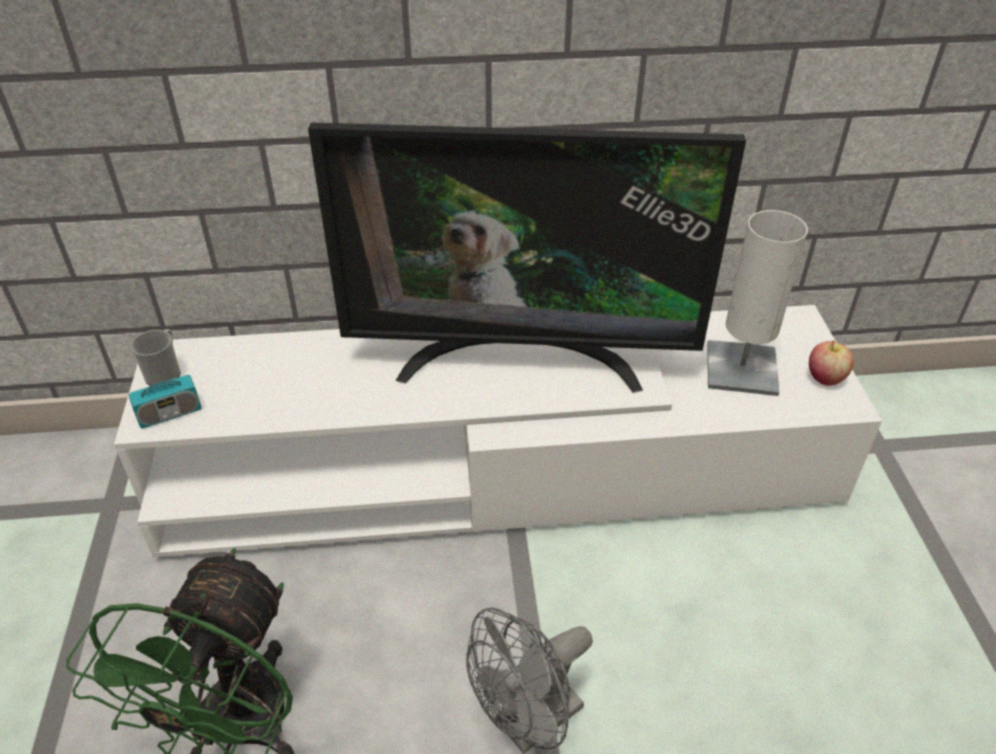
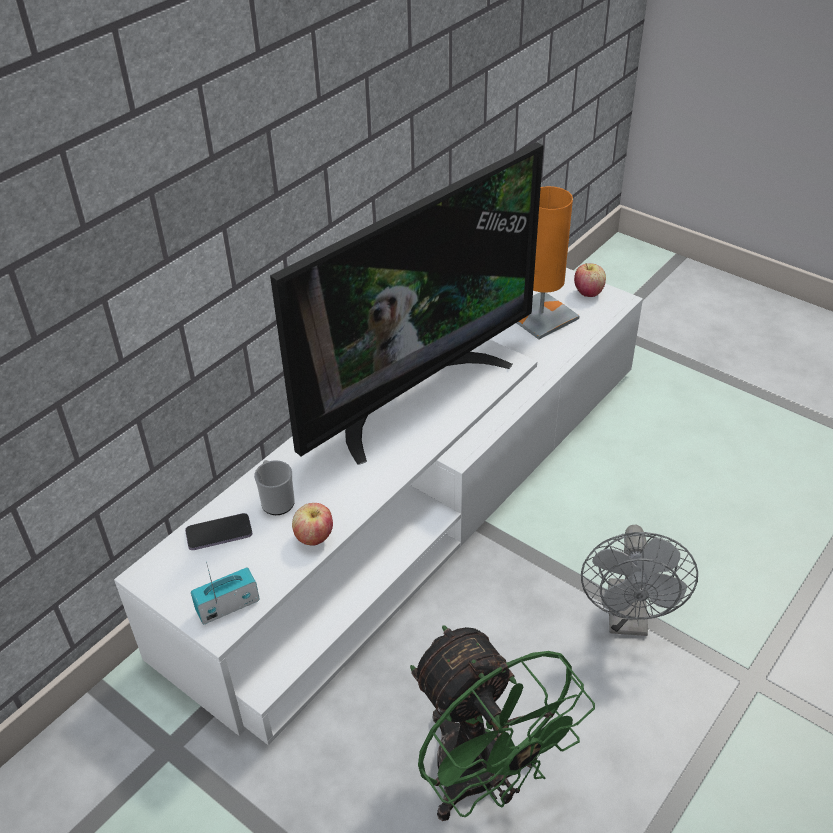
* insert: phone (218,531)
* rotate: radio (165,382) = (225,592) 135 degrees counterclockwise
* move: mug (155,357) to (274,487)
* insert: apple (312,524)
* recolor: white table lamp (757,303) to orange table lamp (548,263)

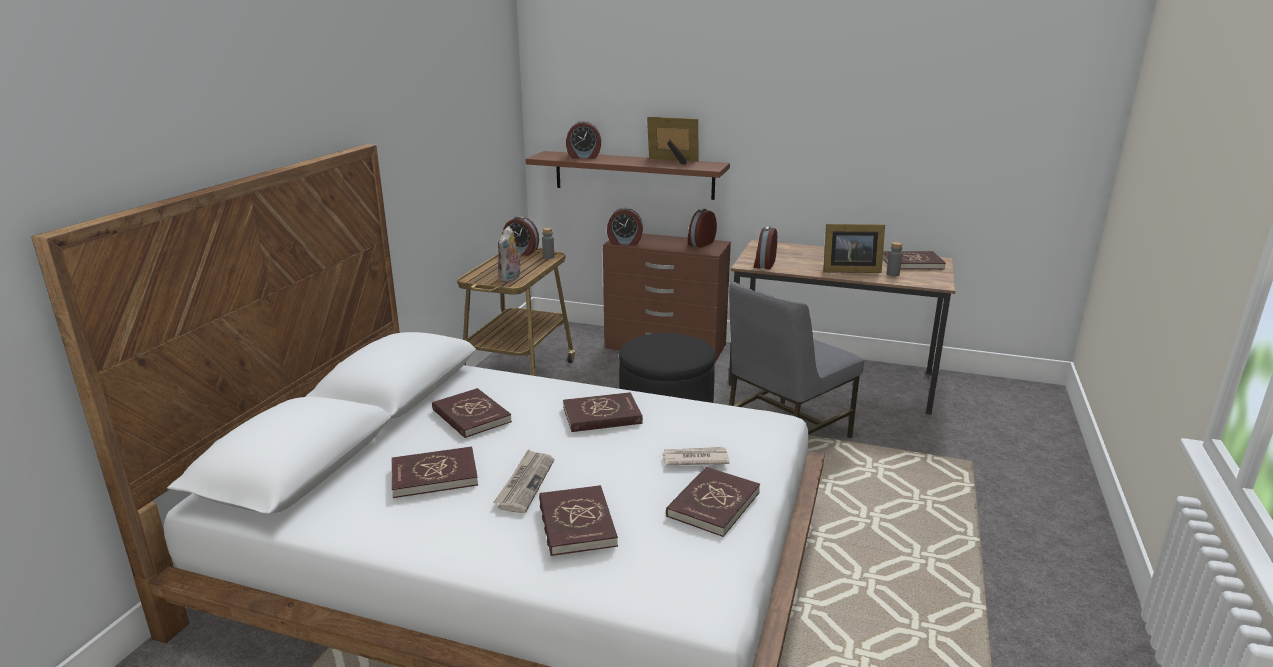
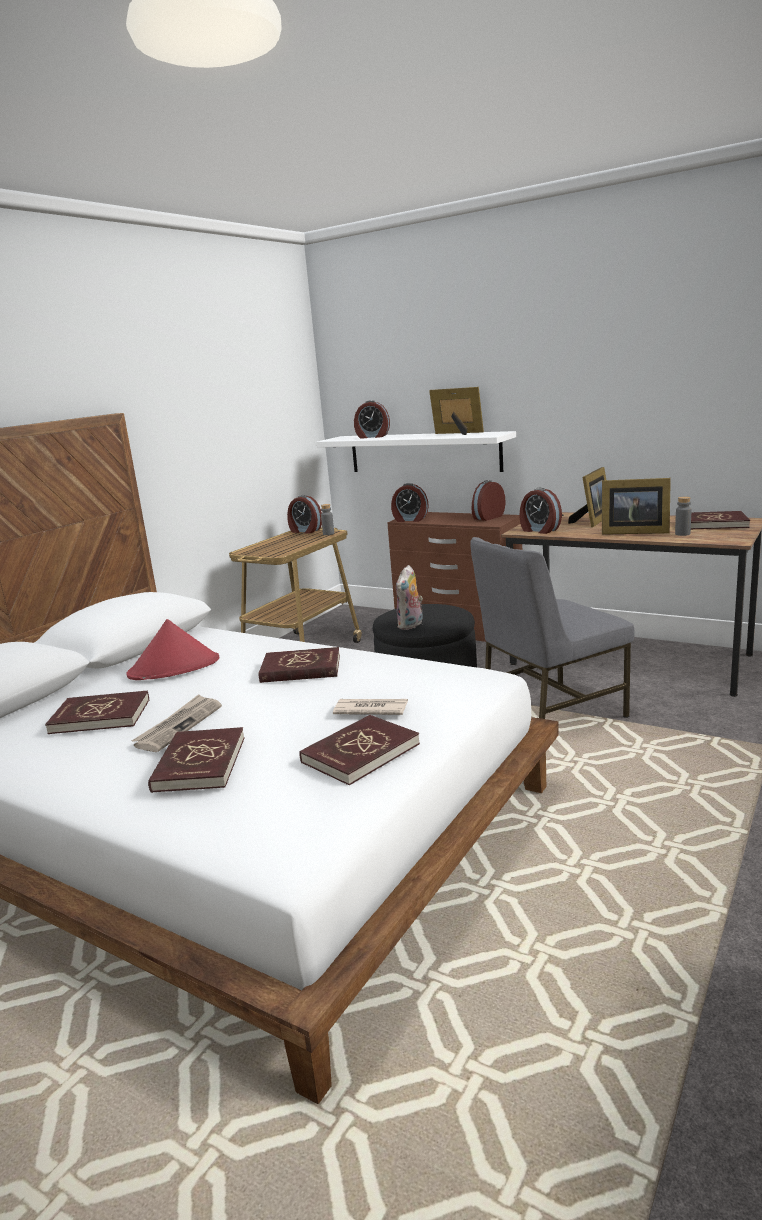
* replace: red book (472,413) to red hat (172,649)
* recolor: brown shelf (627,175) to white shelf (416,451)
* move: plush toy (509,254) to (409,597)
* rotate: alarm clock (765,247) = (540,511) 75 degrees counterclockwise
* insert: picture frame (587,497)

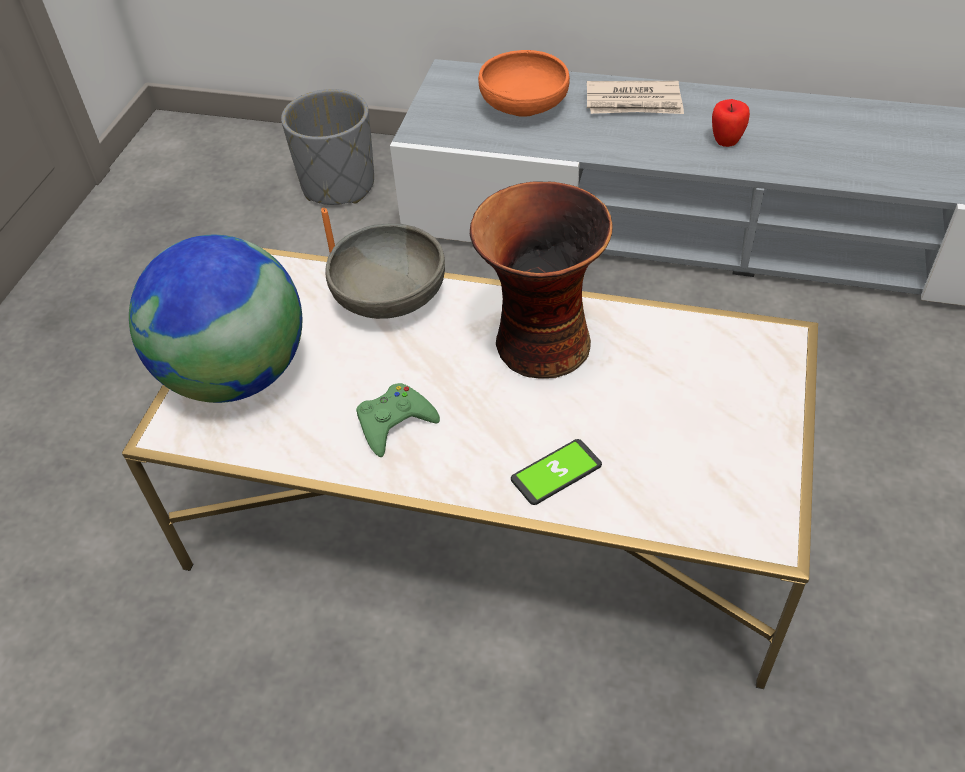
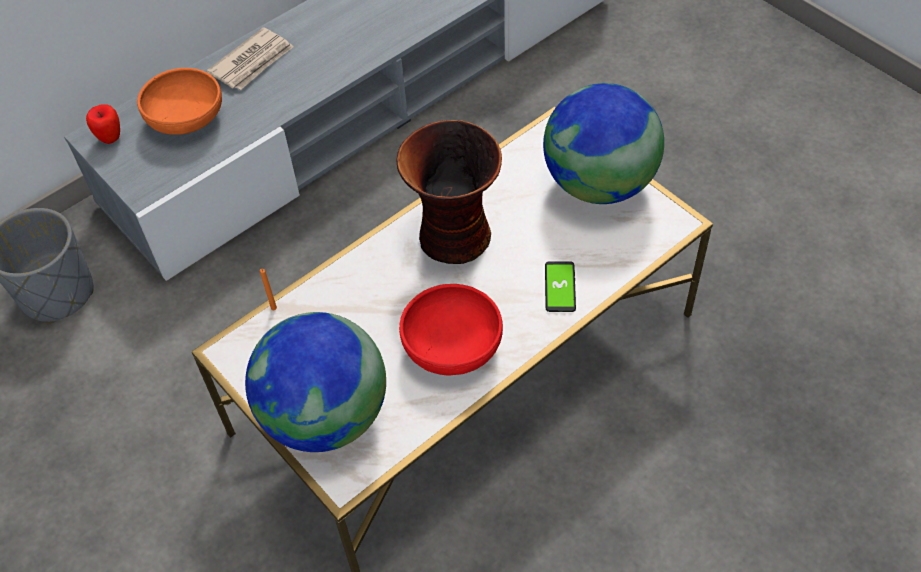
* move: apple (731,123) to (103,124)
* replace: green game controller (398,420) to red bowl (451,329)
* insert: globe (603,143)
* delete: grey bowl (385,271)

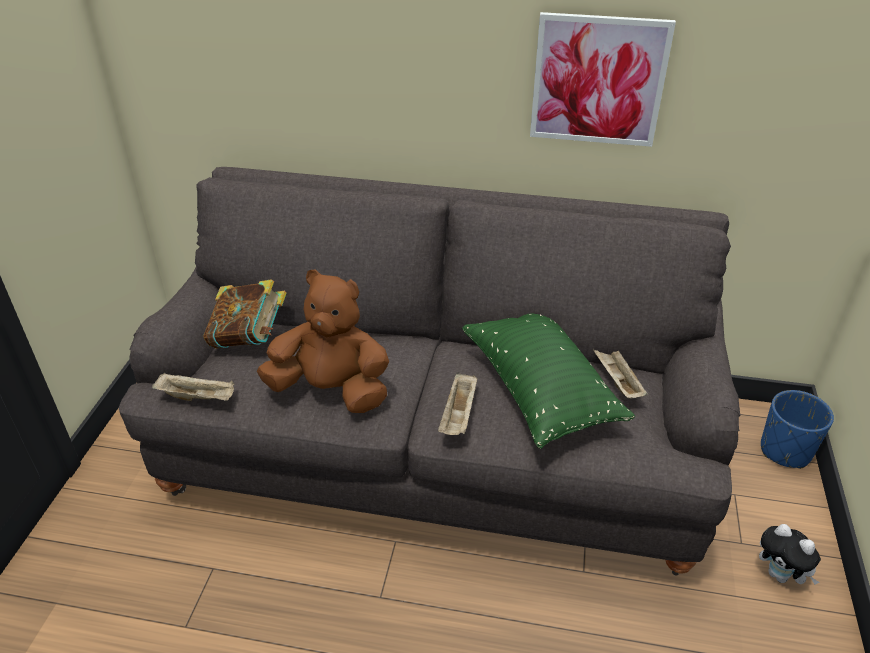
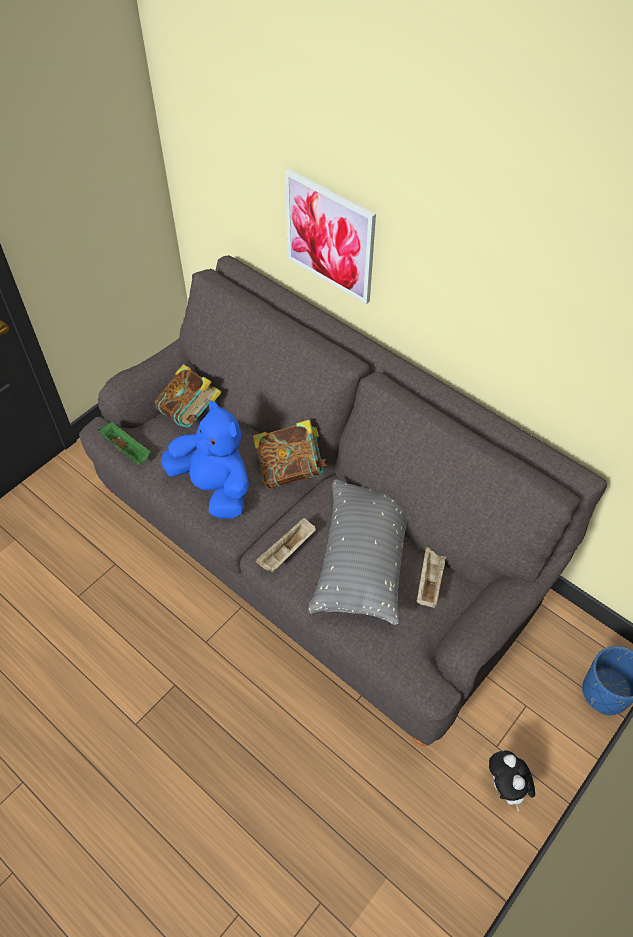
* recolor: beige tray (193,387) to green tray (124,443)
* recolor: brown plush toy (323,341) to blue plush toy (205,459)
* insert: book (290,454)
* move: picture (603,79) to (330,236)
* recolor: green pillow (548,381) to grey pillow (357,552)

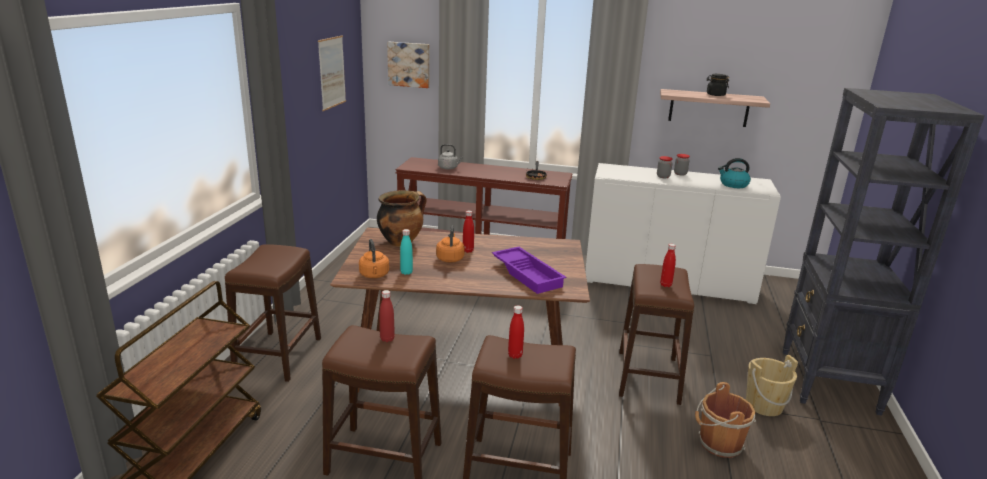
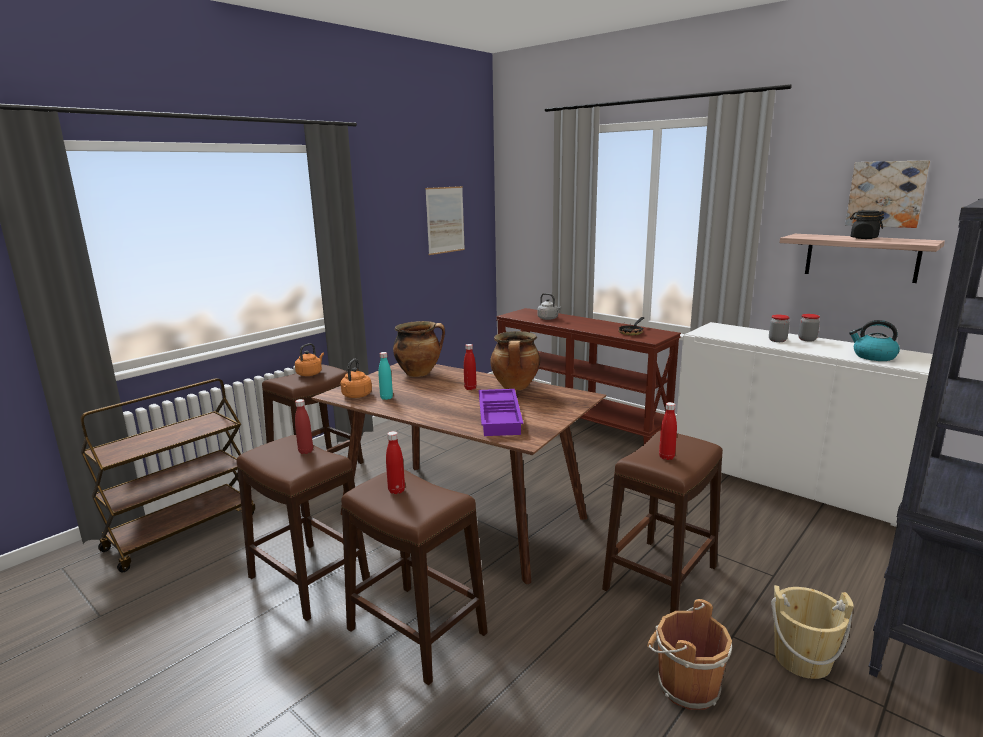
* move: orange kettle (450,243) to (309,359)
* insert: cooking pot (515,360)
* move: picture (408,65) to (887,194)

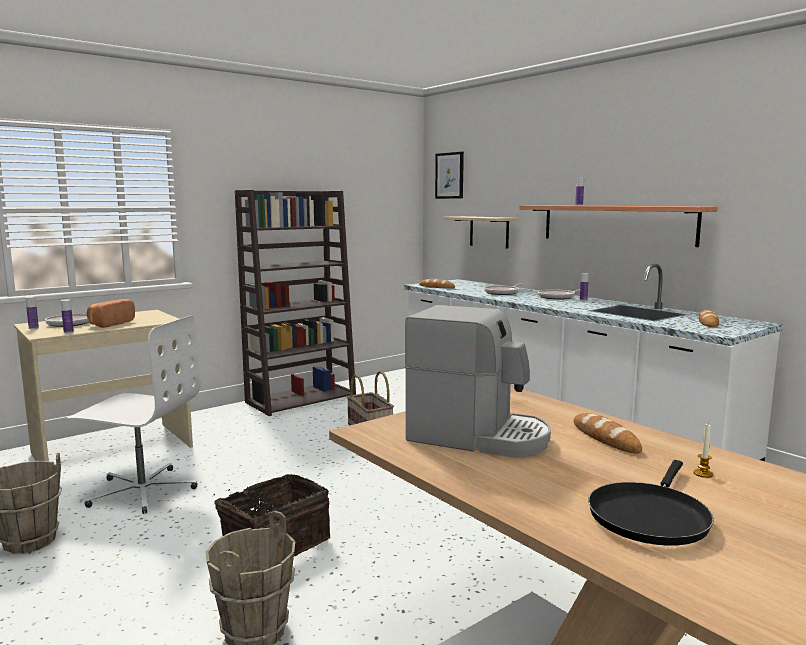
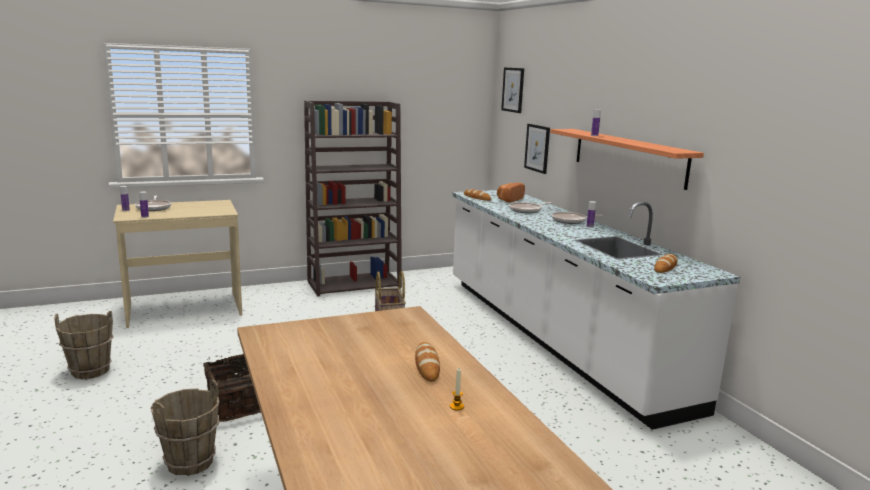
* move: bread (110,313) to (511,193)
* replace: beige shelf (480,232) to picture (537,149)
* delete: white office chair (134,414)
* delete: coffee machine (478,381)
* delete: black frying pan (651,503)

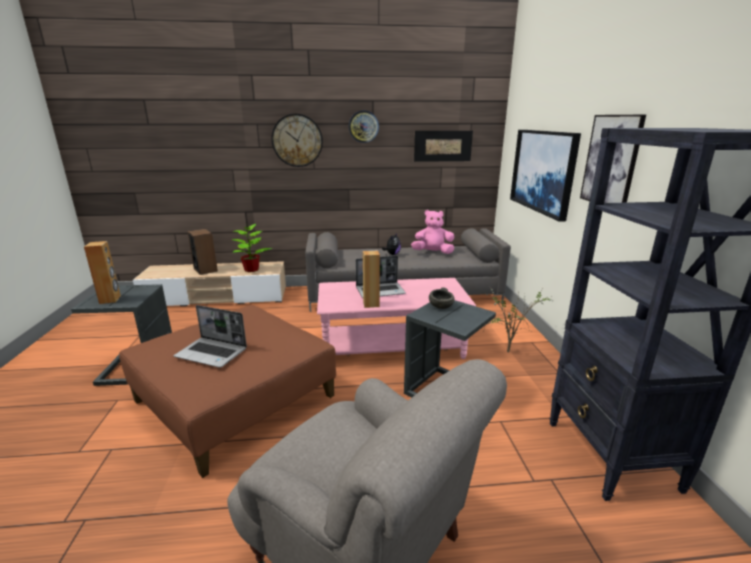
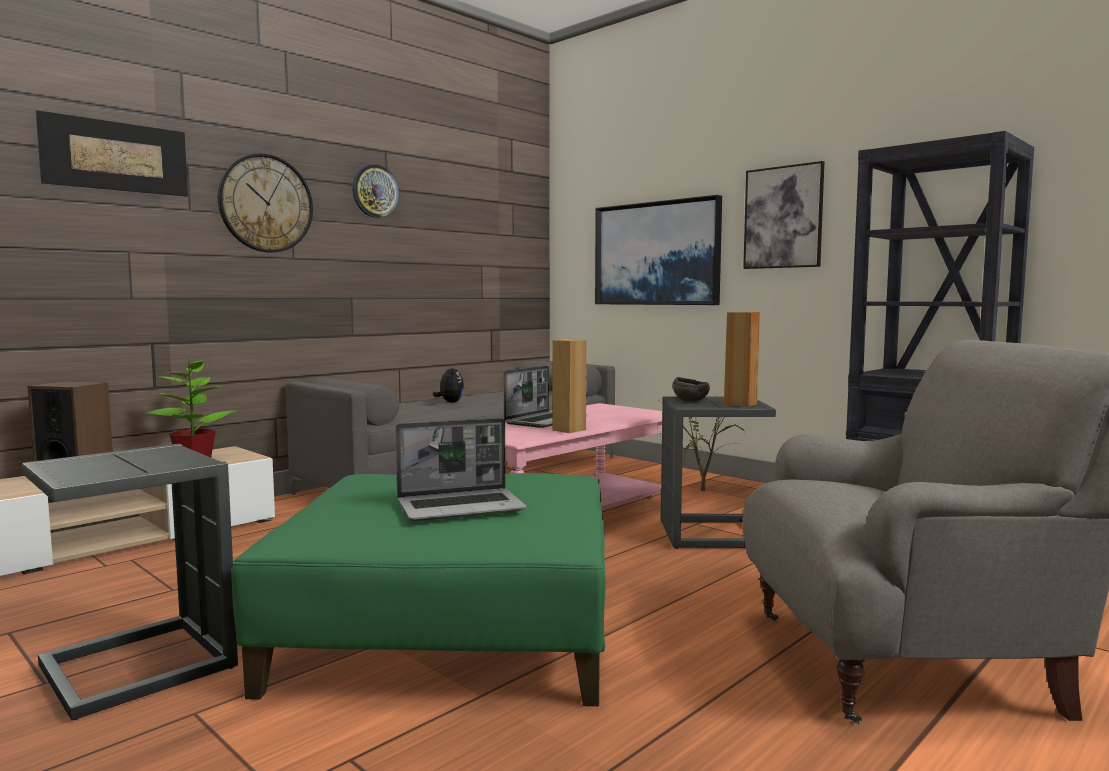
* move: picture (443,146) to (111,153)
* recolor: brown ottoman (227,391) to green ottoman (418,589)
* move: brown speaker (102,272) to (742,359)
* delete: pink plush toy (432,232)

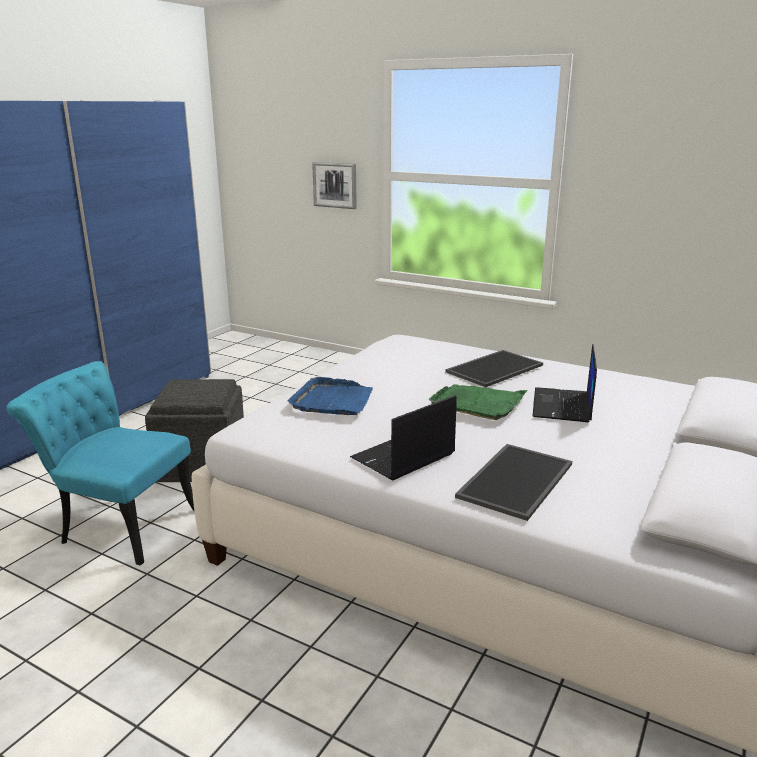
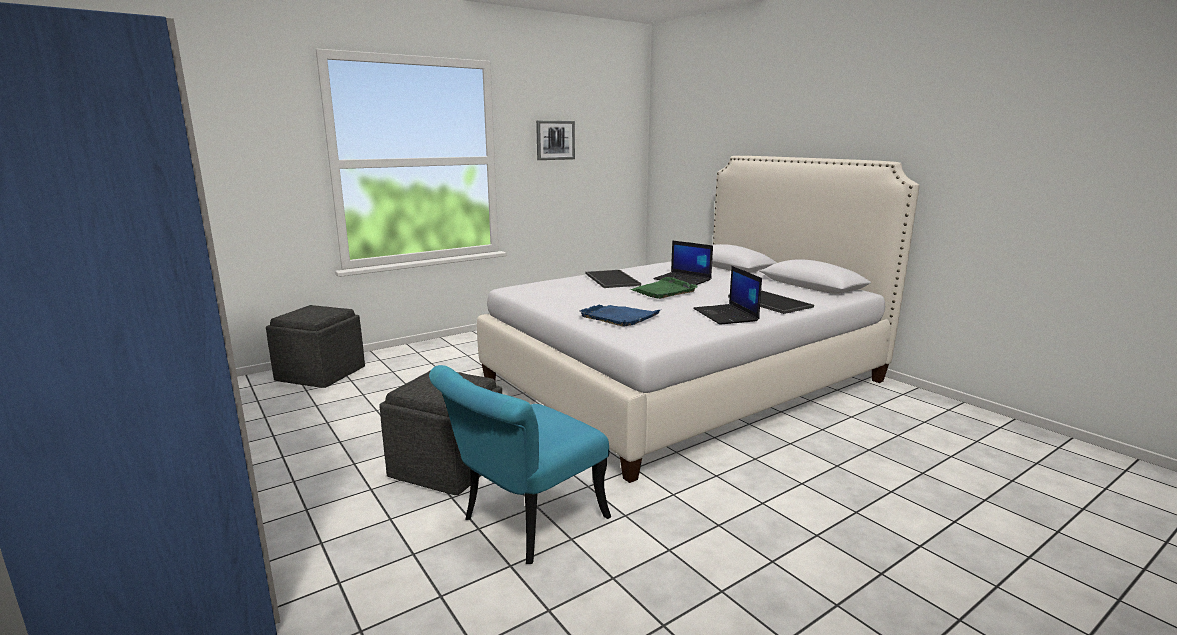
* insert: grey ottoman (315,346)
* move: picture (334,185) to (555,140)

